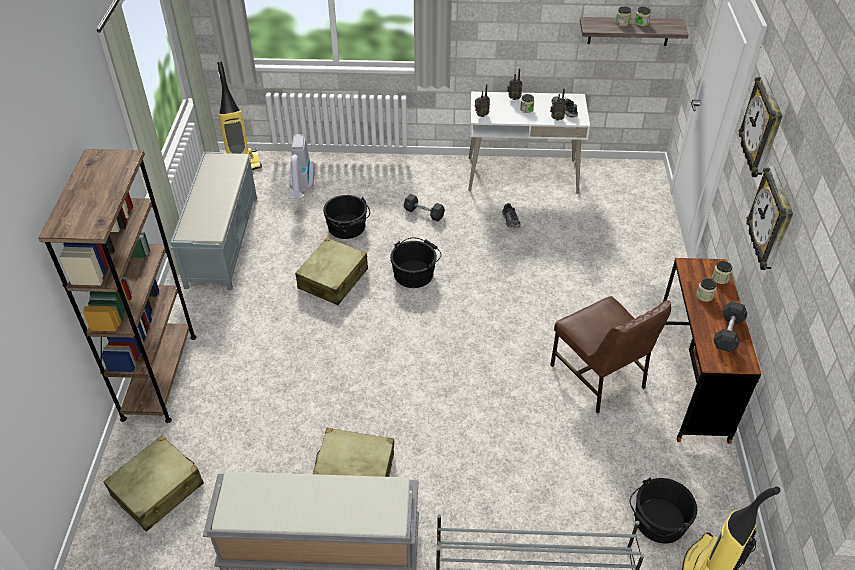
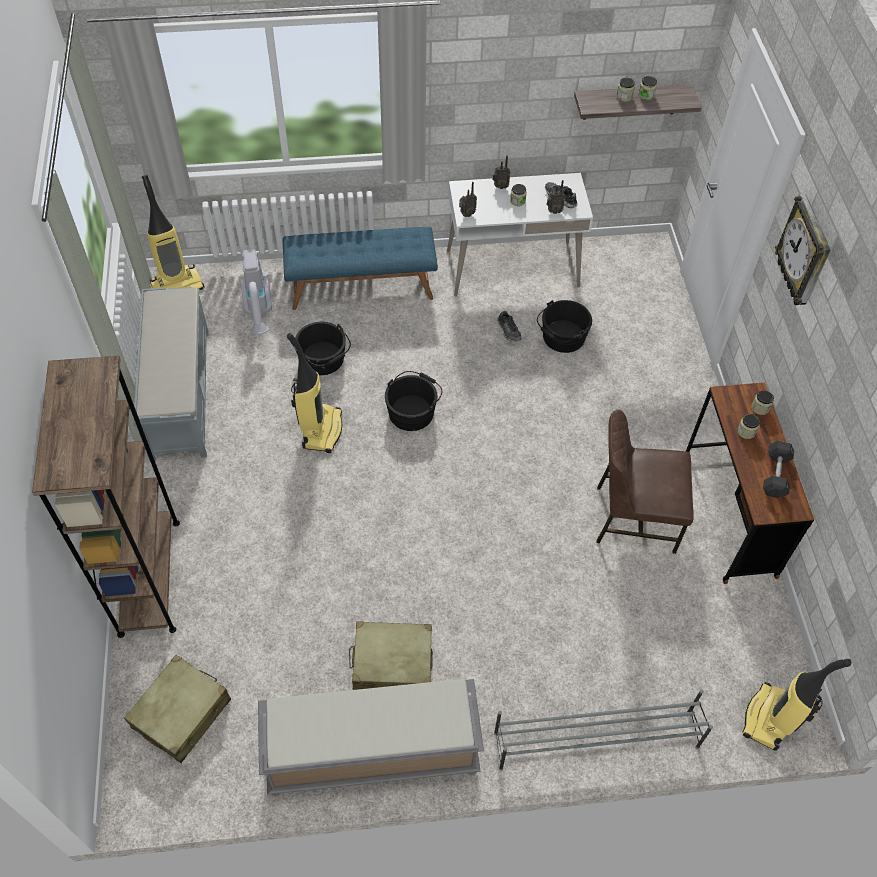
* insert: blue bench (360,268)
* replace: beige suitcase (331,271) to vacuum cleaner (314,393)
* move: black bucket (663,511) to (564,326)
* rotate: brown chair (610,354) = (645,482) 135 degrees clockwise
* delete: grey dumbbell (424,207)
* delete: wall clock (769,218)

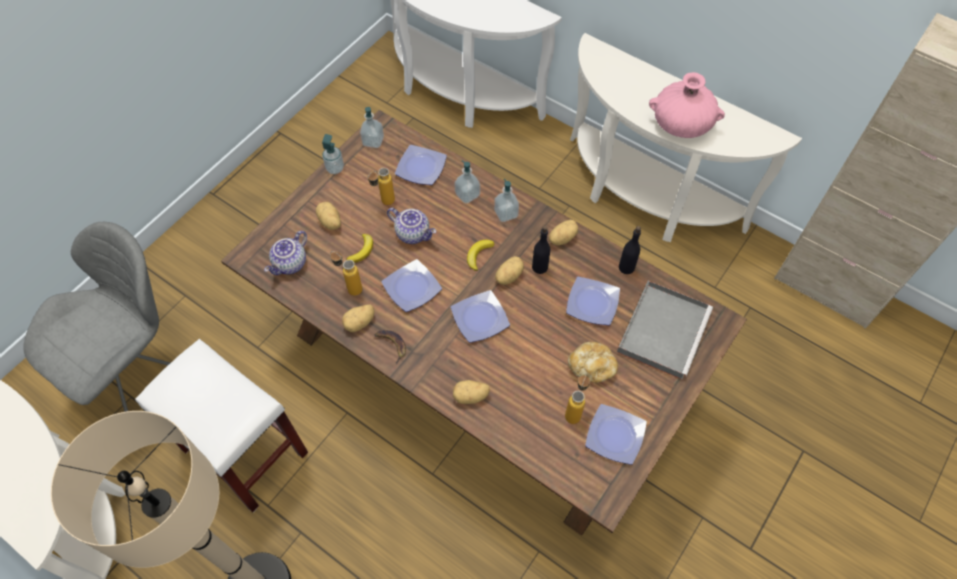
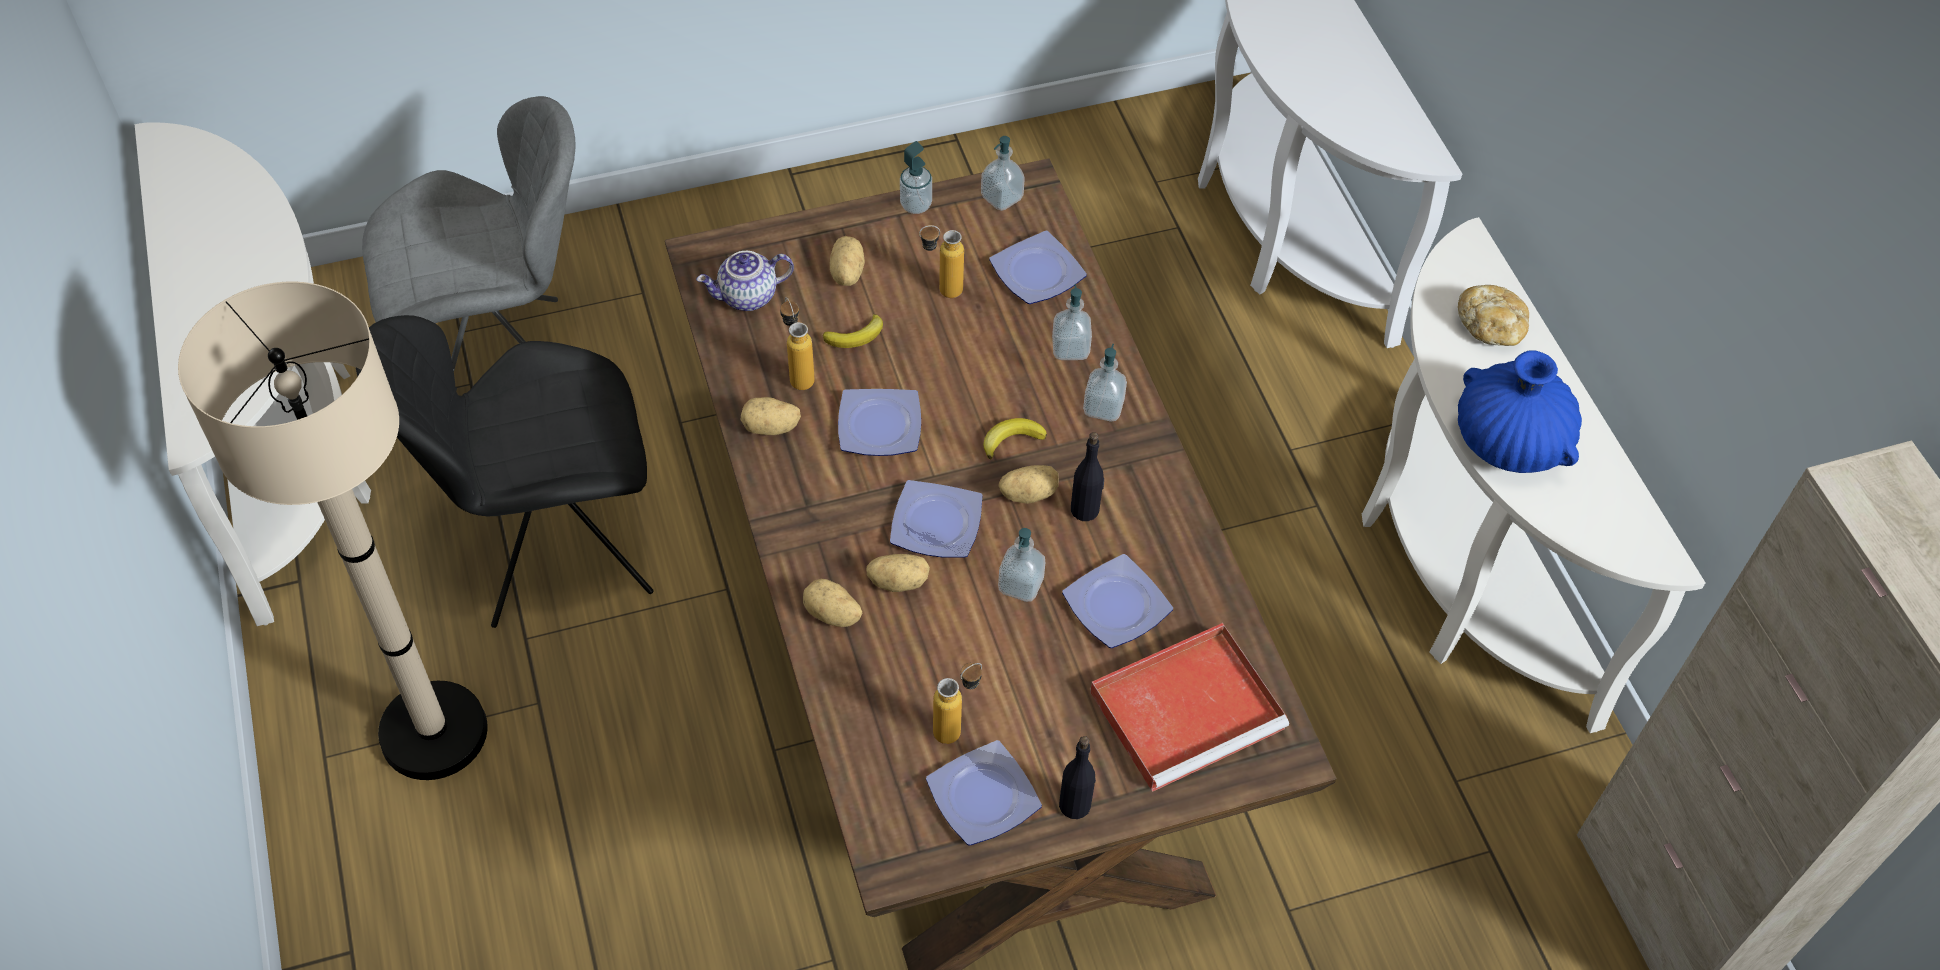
* replace: white stool (221,426) to black chair (505,471)
* move: potato (563,232) to (898,573)
* insert: soap dispenser (1021,565)
* move: black bottle (630,250) to (1077,777)
* recolor: grey tray (665,330) to red tray (1189,707)
* move: bread (593,362) to (1493,315)
* recolor: pink vase (687,105) to blue vase (1520,411)
* delete: banana (390,347)
* delete: teapot (411,226)

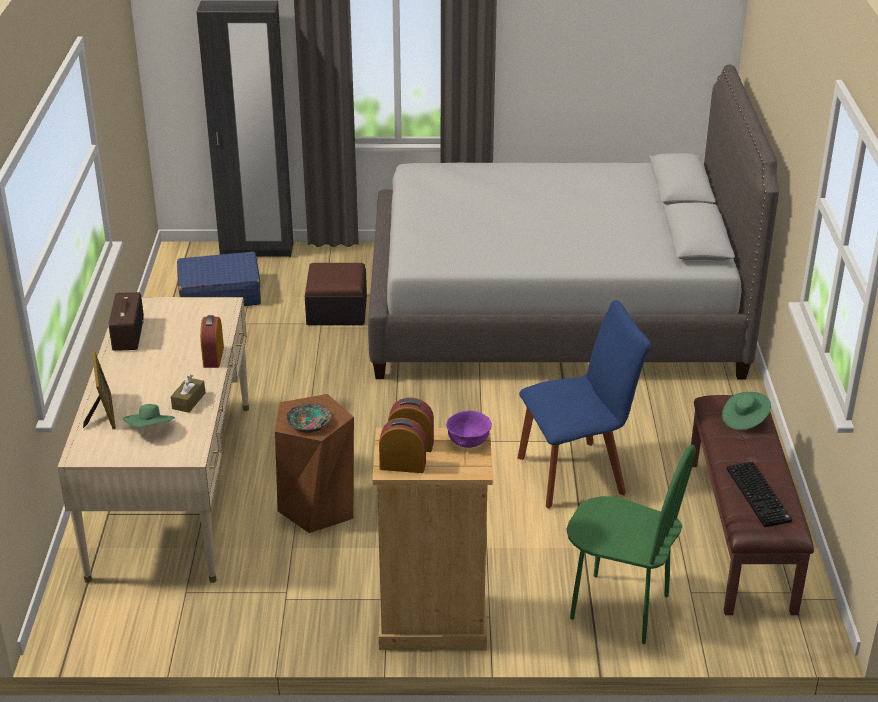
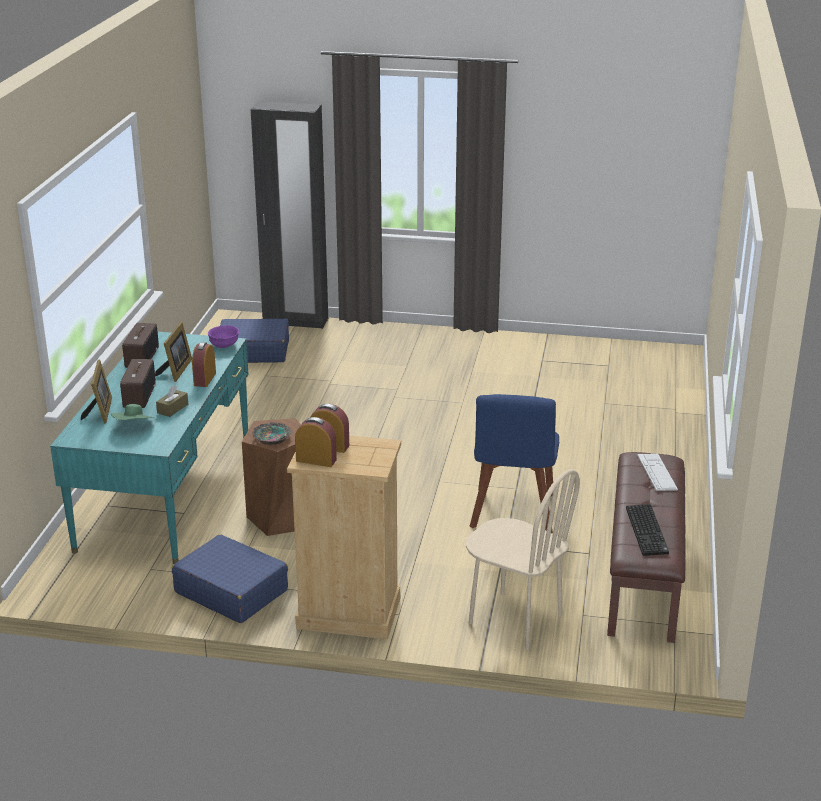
* recolor: beige desk (153,440) to turquoise desk (149,448)
* insert: radio (138,383)
* insert: picture frame (173,352)
* insert: blue suitcase (230,578)
* move: purple bowl (469,429) to (223,336)
* recolor: green chair (631,544) to beige chair (523,559)
* rotate: blue chair (584,404) = (514,463) 105 degrees clockwise
* replace: green hat (746,411) to keyboard (657,472)
* delete: ottoman (336,294)
* delete: grey bed (573,222)

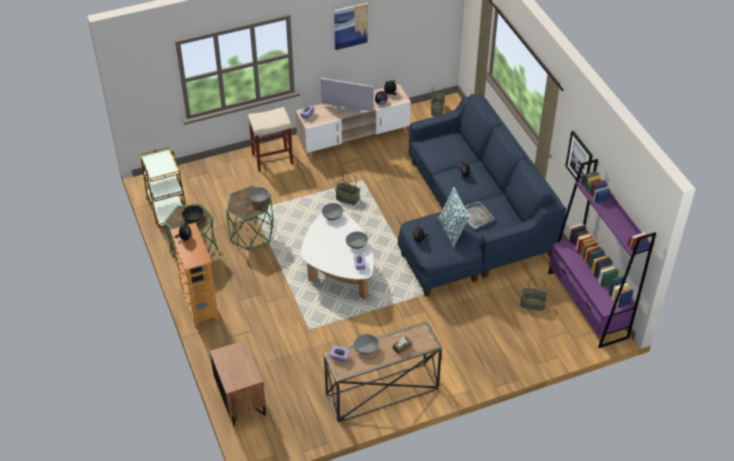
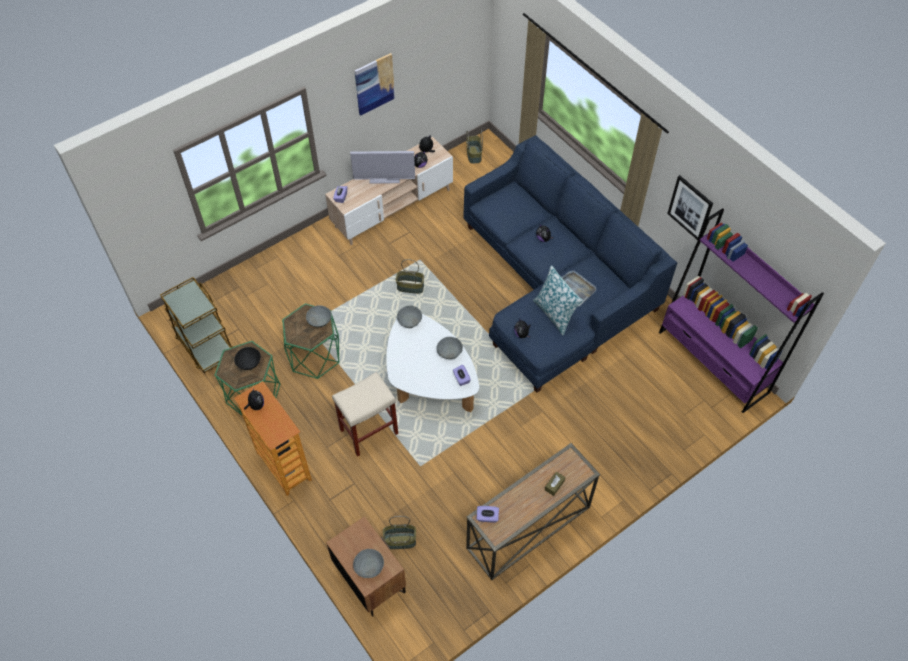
* move: beige stool (270,139) to (365,414)
* move: grey bowl (366,344) to (368,563)
* move: basket (534,294) to (399,532)

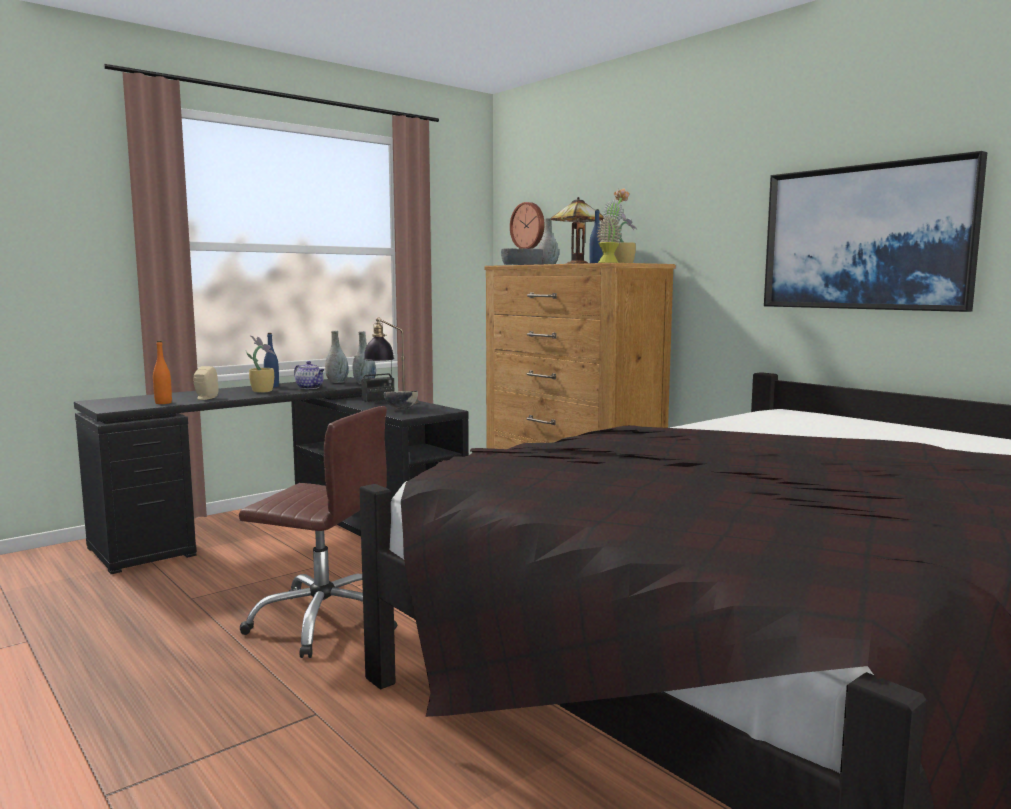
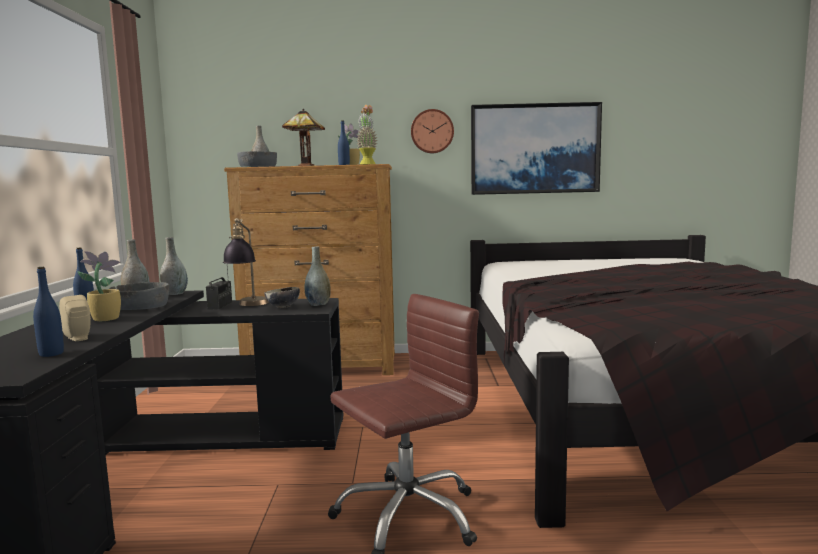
* recolor: orange bottle (162,372) to blue bottle (48,312)
* replace: teapot (309,375) to grey bowl (139,296)
* insert: grey vase (318,276)
* move: wall clock (527,225) to (432,131)

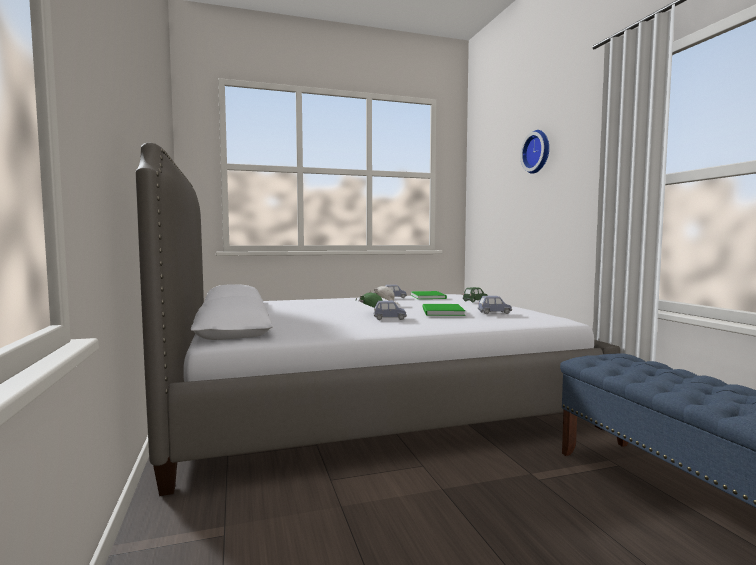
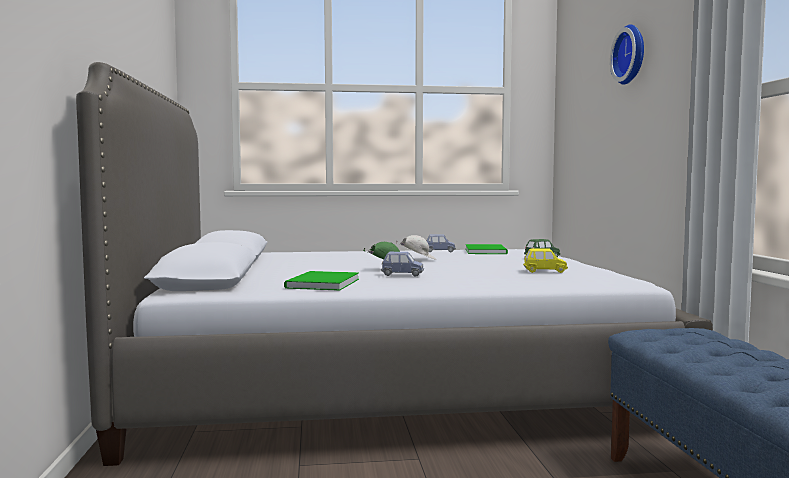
* move: green book (443,310) to (321,281)
* recolor: blue toy car (494,305) to yellow toy car (545,260)

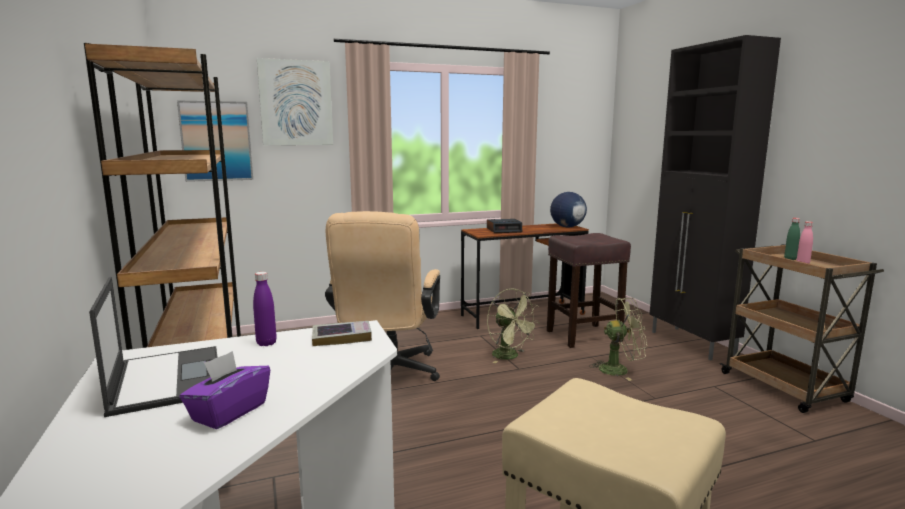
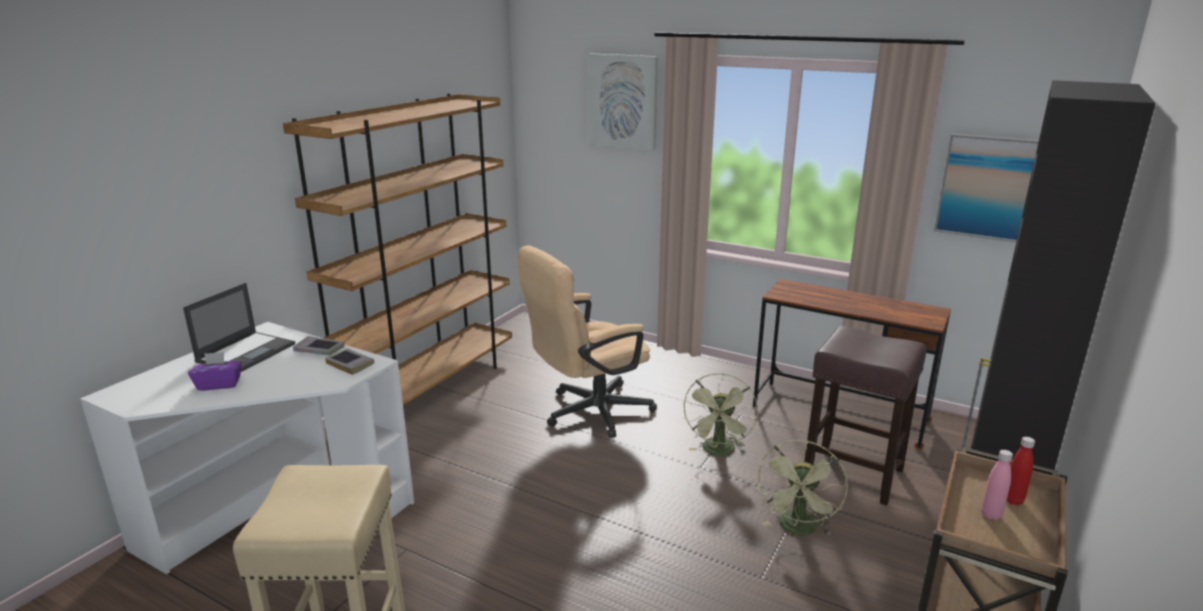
* replace: purple bottle (265,309) to book (318,346)
* rotate: green fan (618,339) = (802,487) 60 degrees clockwise
* move: picture (215,141) to (986,188)
* recolor: green bottle (792,239) to red bottle (1021,471)
* delete: alarm clock (504,226)
* delete: globe (568,209)

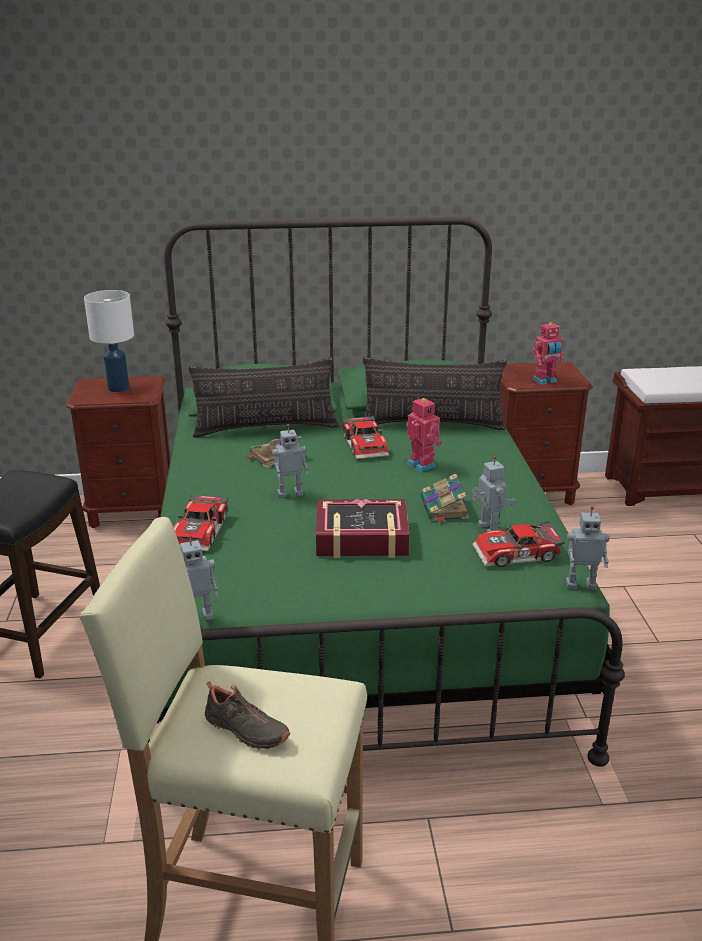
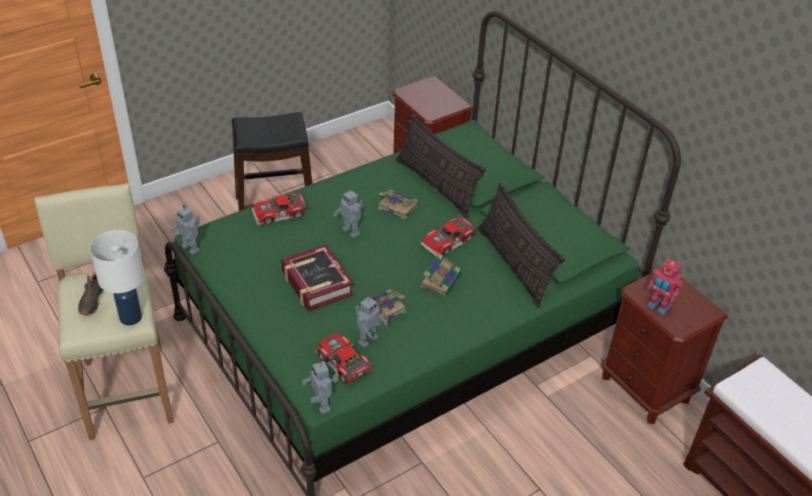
* move: white table lamp (109,341) to (117,277)
* replace: toy robot (424,434) to book (440,274)

